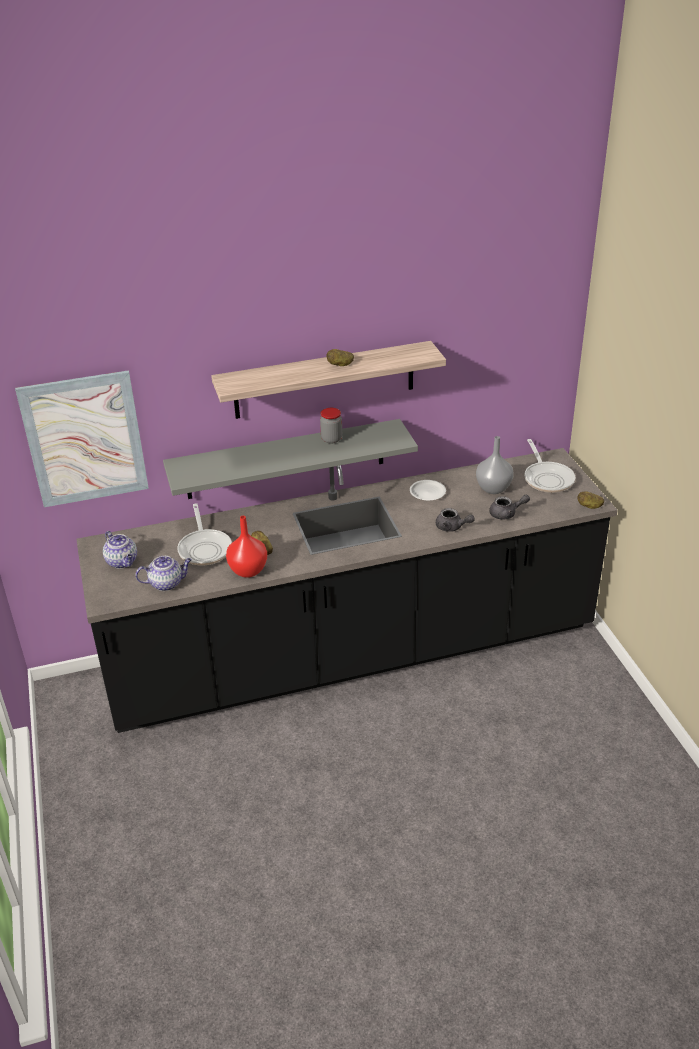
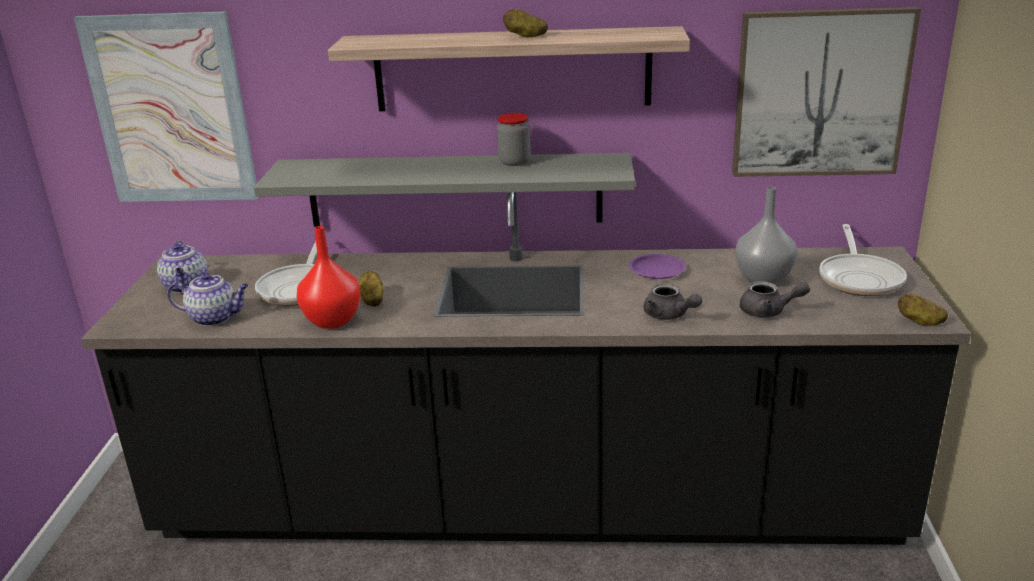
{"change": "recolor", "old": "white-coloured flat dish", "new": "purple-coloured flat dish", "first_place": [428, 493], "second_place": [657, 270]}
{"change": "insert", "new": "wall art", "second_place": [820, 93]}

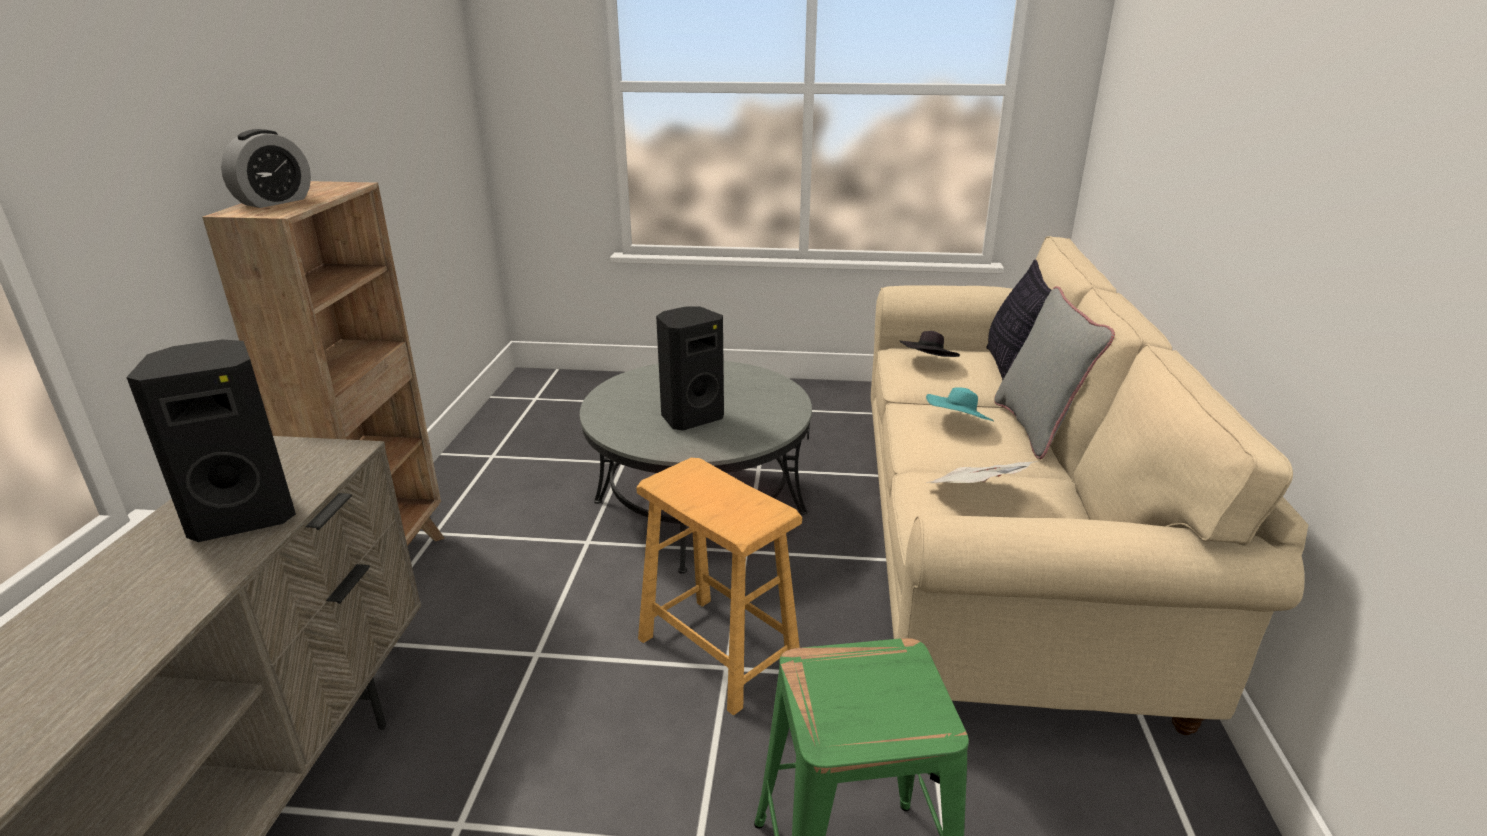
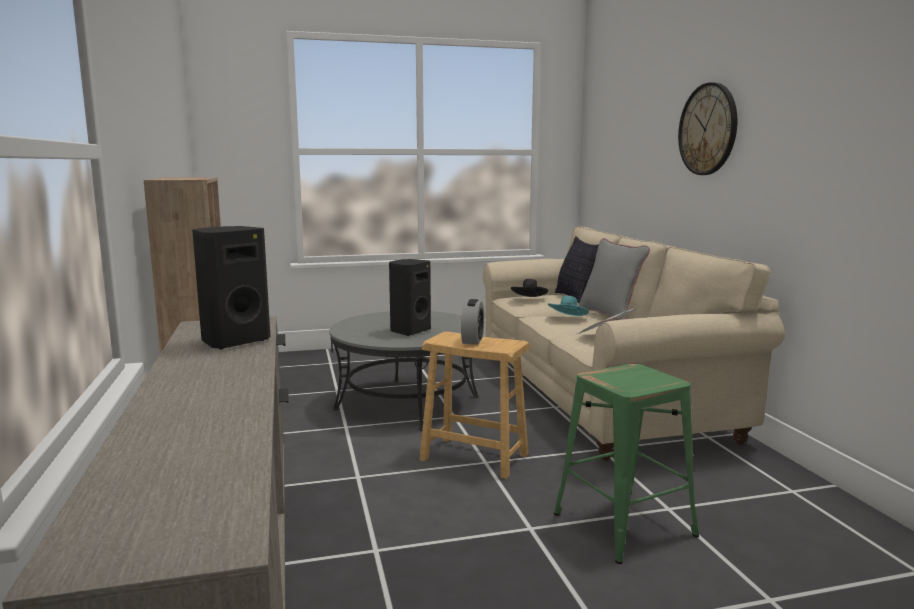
{"change": "move", "old": "bedside clock", "first_place": [274, 202], "second_place": [472, 340]}
{"change": "insert", "new": "clock on the wall", "second_place": [708, 129]}

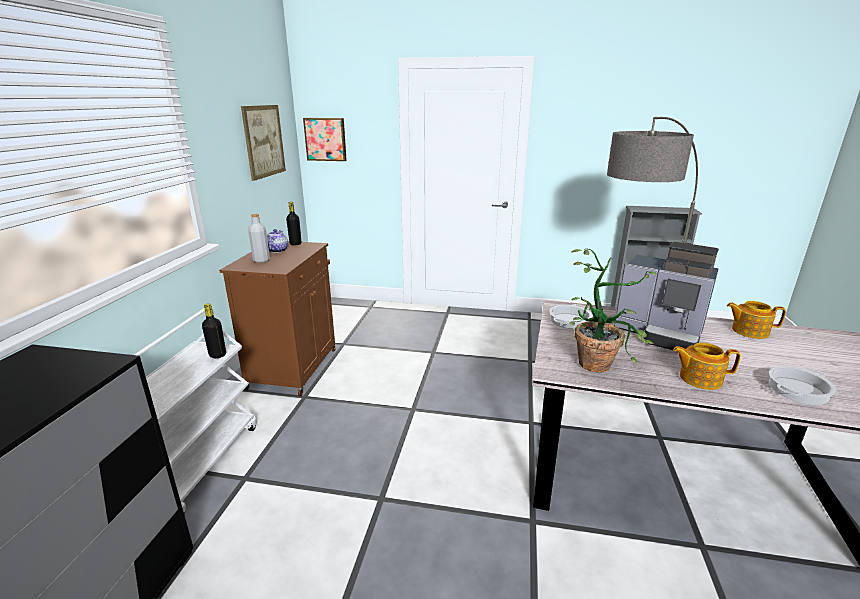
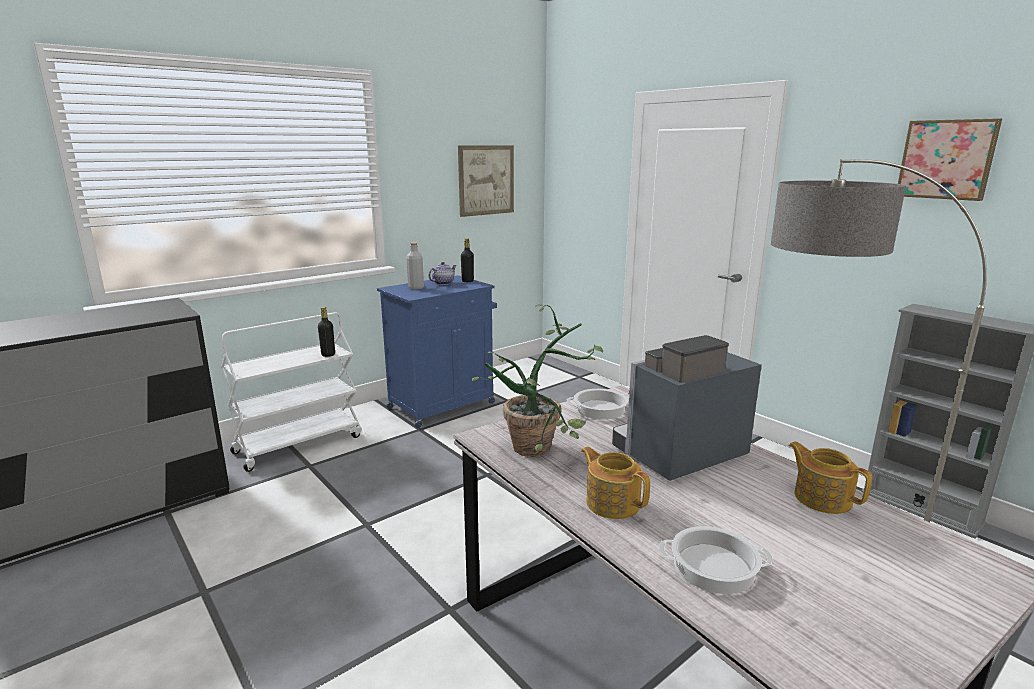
{"change": "recolor", "old": "brown-coloured cupboard", "new": "blue-coloured cupboard", "first_place": [294, 367], "second_place": [443, 405]}
{"change": "move", "old": "wall art", "first_place": [326, 139], "second_place": [947, 159]}
{"change": "rotate", "old": "coffee brewer", "first_place": [660, 334], "second_place": [678, 454], "degrees": 75}

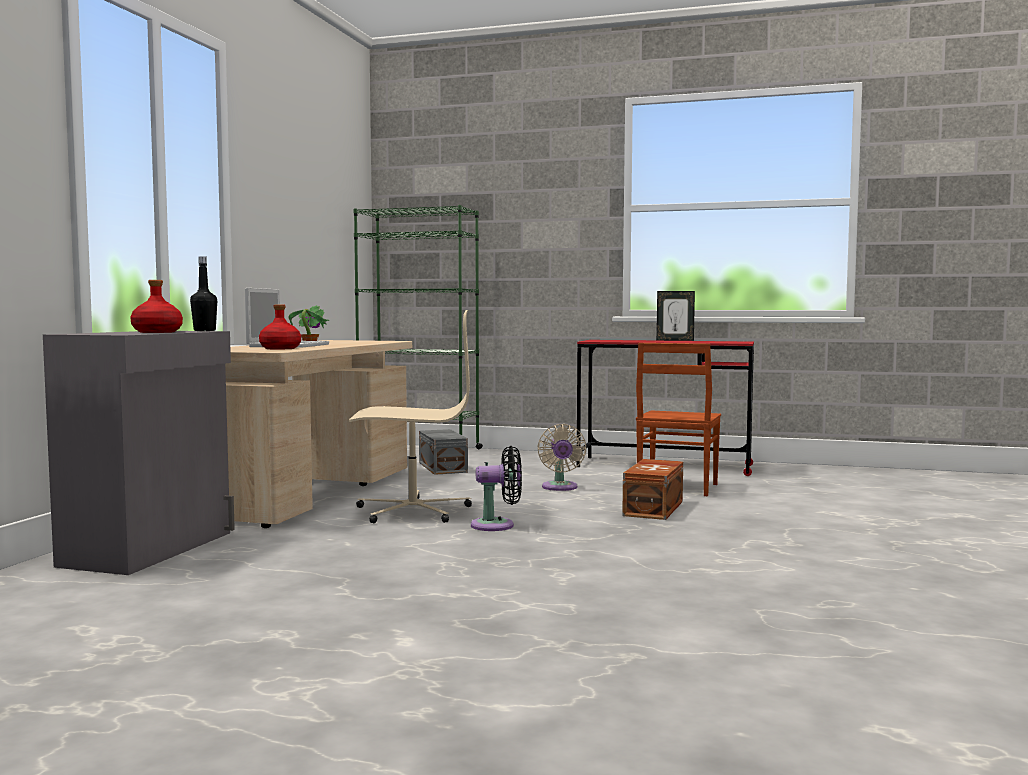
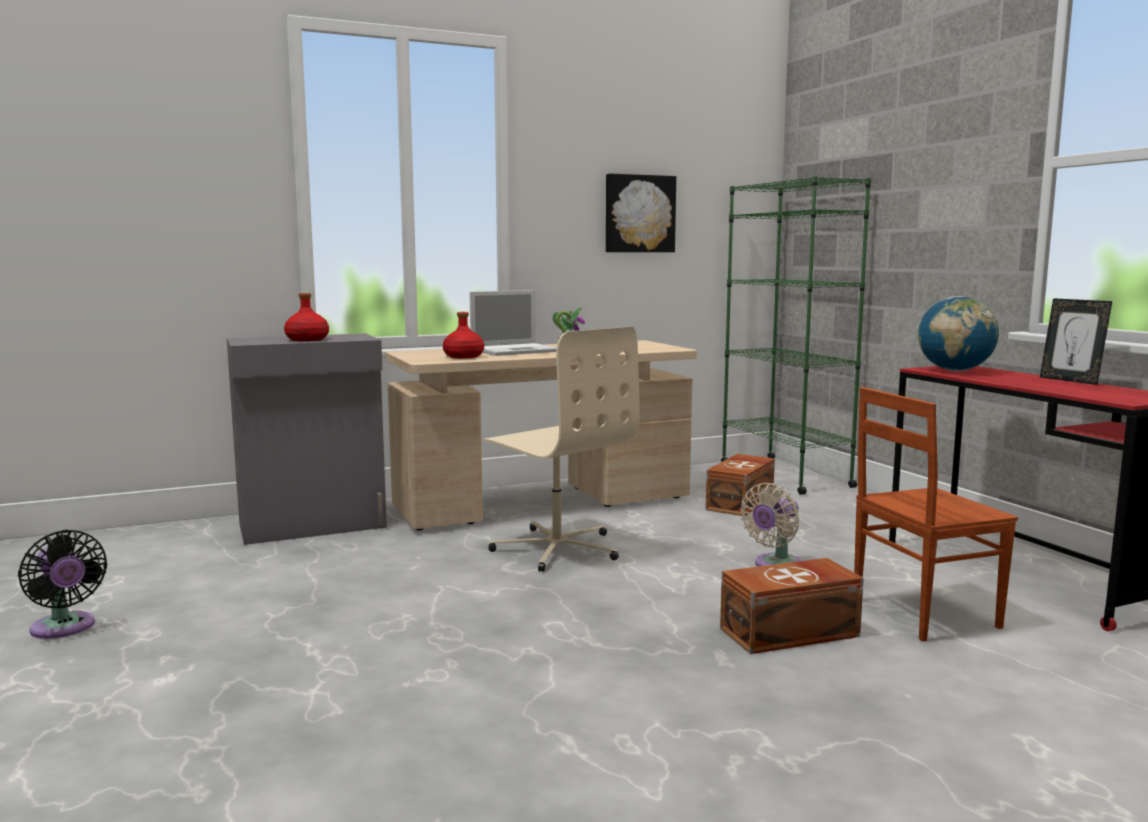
{"change": "delete", "old": "black bottle", "first_place": [204, 330]}
{"change": "recolor", "old": "grey storage bin", "new": "brown-coloured storage bin", "first_place": [443, 467], "second_place": [741, 503]}
{"change": "move", "old": "black electric fan", "first_place": [497, 525], "second_place": [64, 628]}
{"change": "insert", "new": "wall art", "second_place": [639, 214]}
{"change": "insert", "new": "globe", "second_place": [955, 371]}

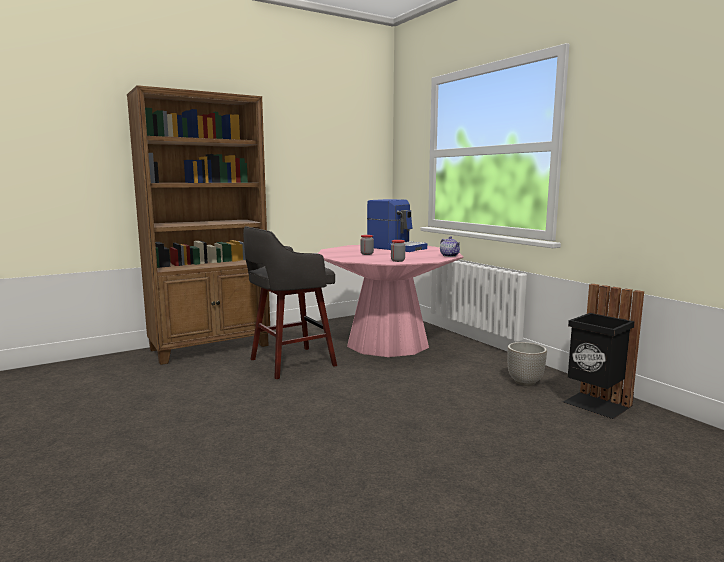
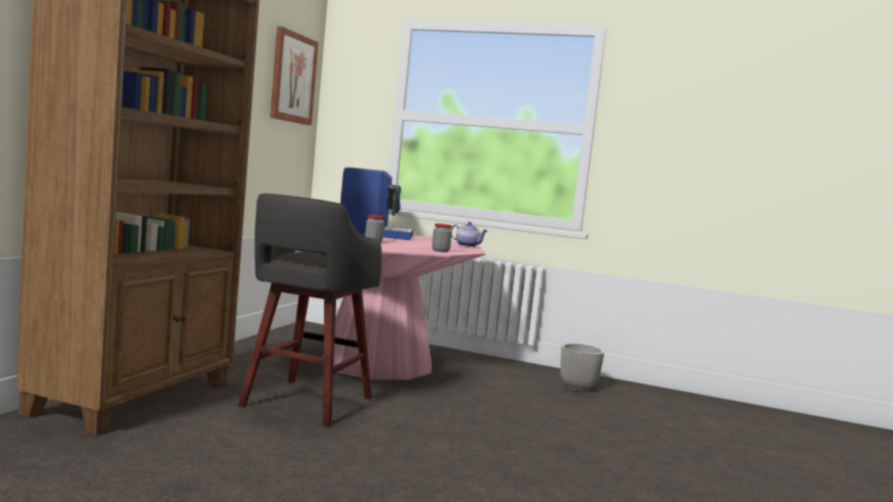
{"change": "delete", "old": "black waste bin", "first_place": [596, 405]}
{"change": "insert", "new": "wall art", "second_place": [292, 78]}

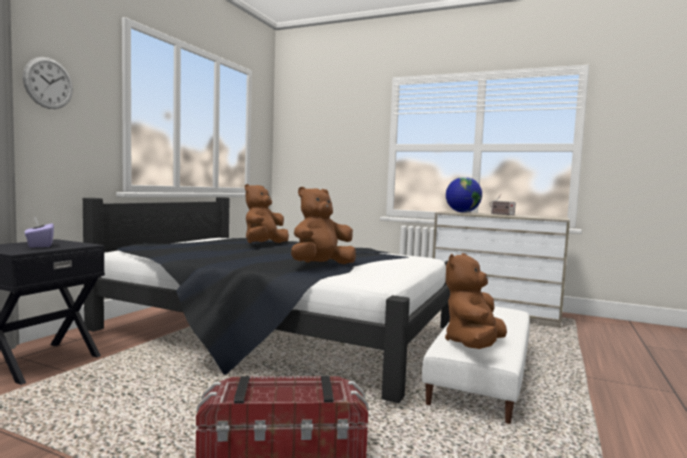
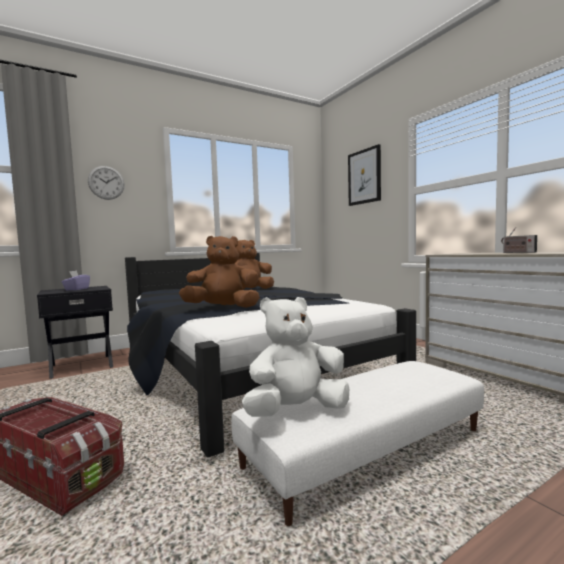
{"change": "recolor", "old": "brown-coloured soft toy", "new": "white-coloured soft toy", "first_place": [473, 345], "second_place": [297, 411]}
{"change": "delete", "old": "globe", "first_place": [462, 212]}
{"change": "insert", "new": "wall art", "second_place": [364, 177]}

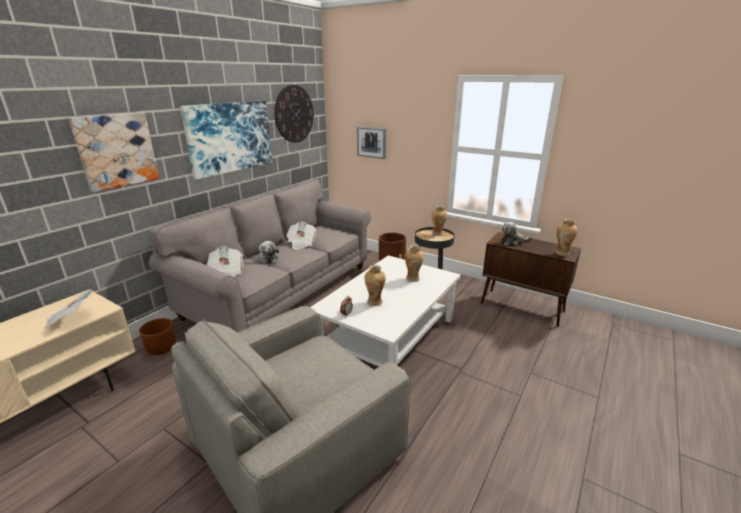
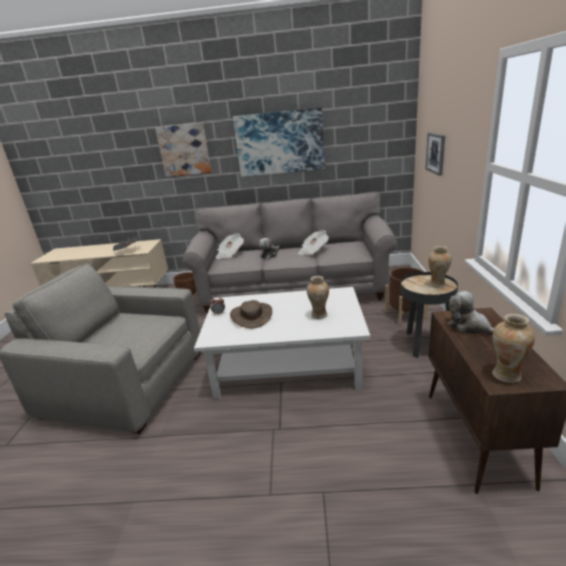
{"change": "delete", "old": "clock on the wall", "first_place": [294, 114]}
{"change": "replace", "old": "vase", "new": "brown-coloured clothing hat", "first_place": [374, 302], "second_place": [251, 316]}

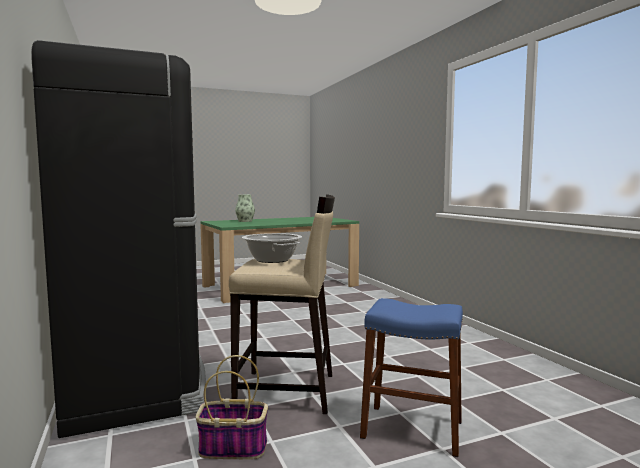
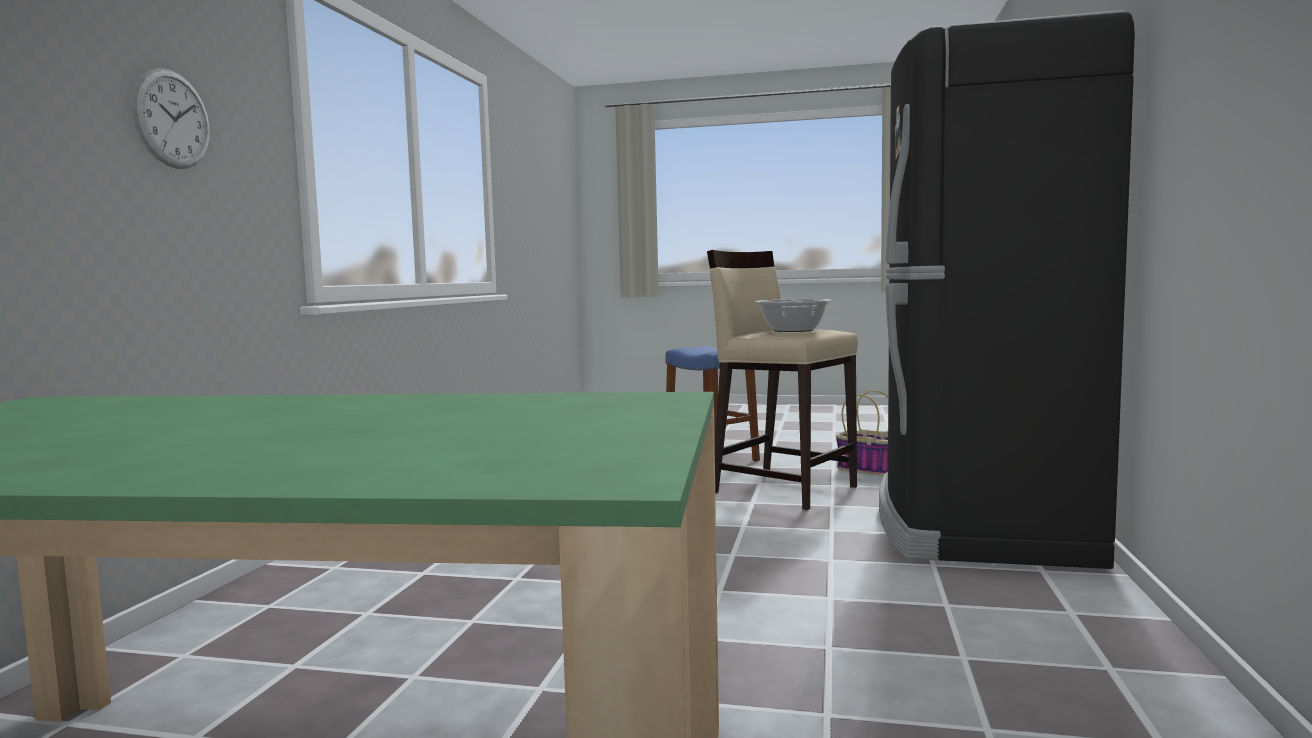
{"change": "delete", "old": "vase", "first_place": [245, 221]}
{"change": "insert", "new": "clock on the wall", "second_place": [172, 119]}

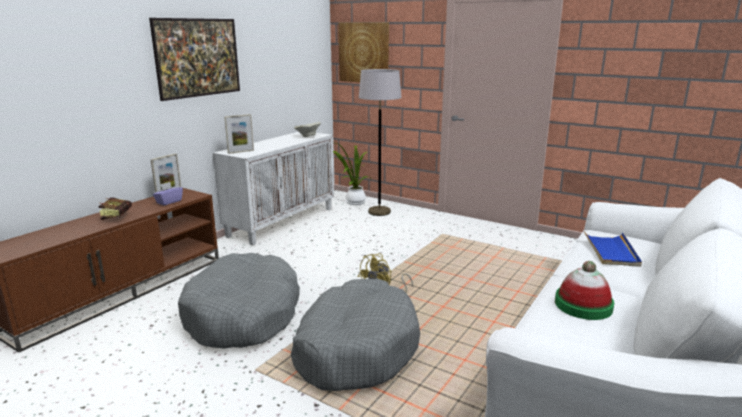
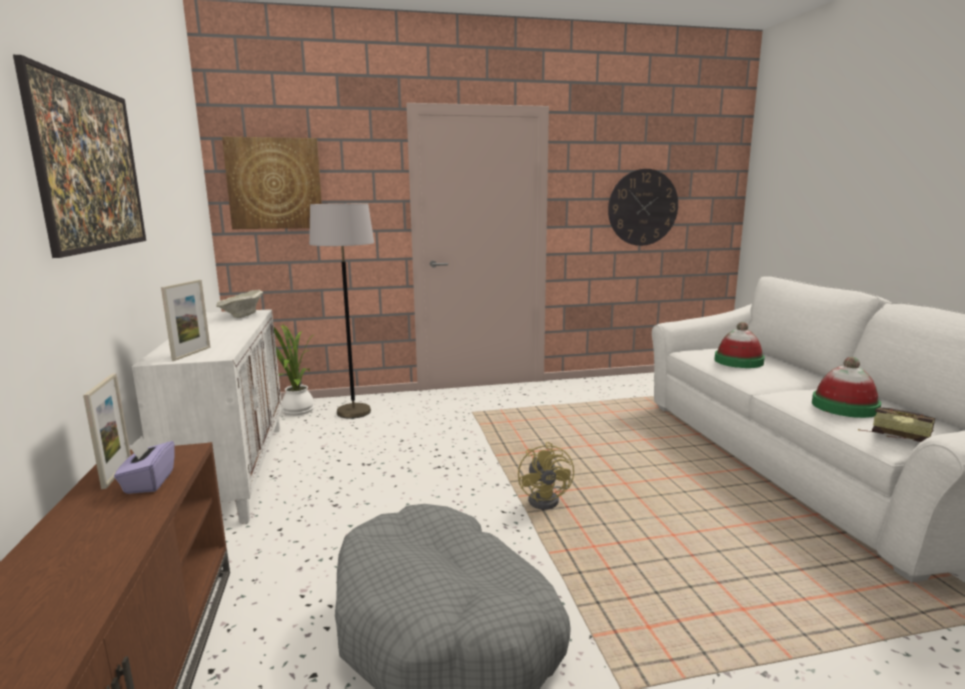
{"change": "move", "old": "book", "first_place": [118, 216], "second_place": [893, 435]}
{"change": "delete", "old": "grey pet bed", "first_place": [355, 348]}
{"change": "replace", "old": "blue-coloured serving tray", "new": "clothing hat", "first_place": [611, 251], "second_place": [738, 361]}
{"change": "insert", "new": "clock on the wall", "second_place": [642, 207]}

